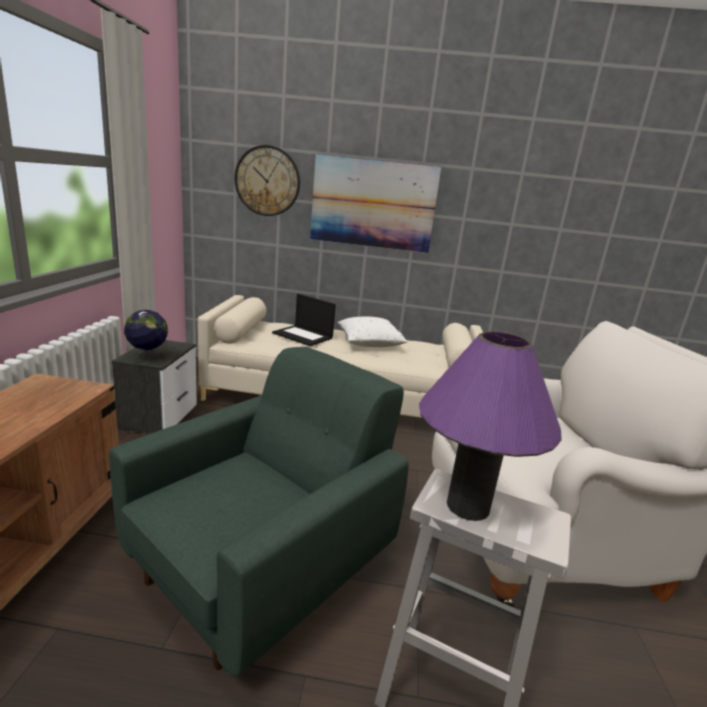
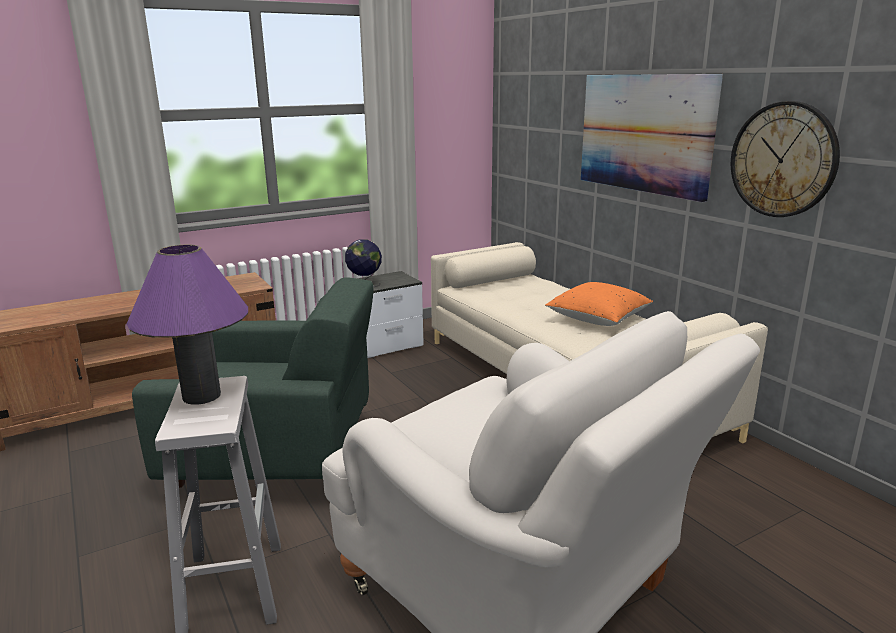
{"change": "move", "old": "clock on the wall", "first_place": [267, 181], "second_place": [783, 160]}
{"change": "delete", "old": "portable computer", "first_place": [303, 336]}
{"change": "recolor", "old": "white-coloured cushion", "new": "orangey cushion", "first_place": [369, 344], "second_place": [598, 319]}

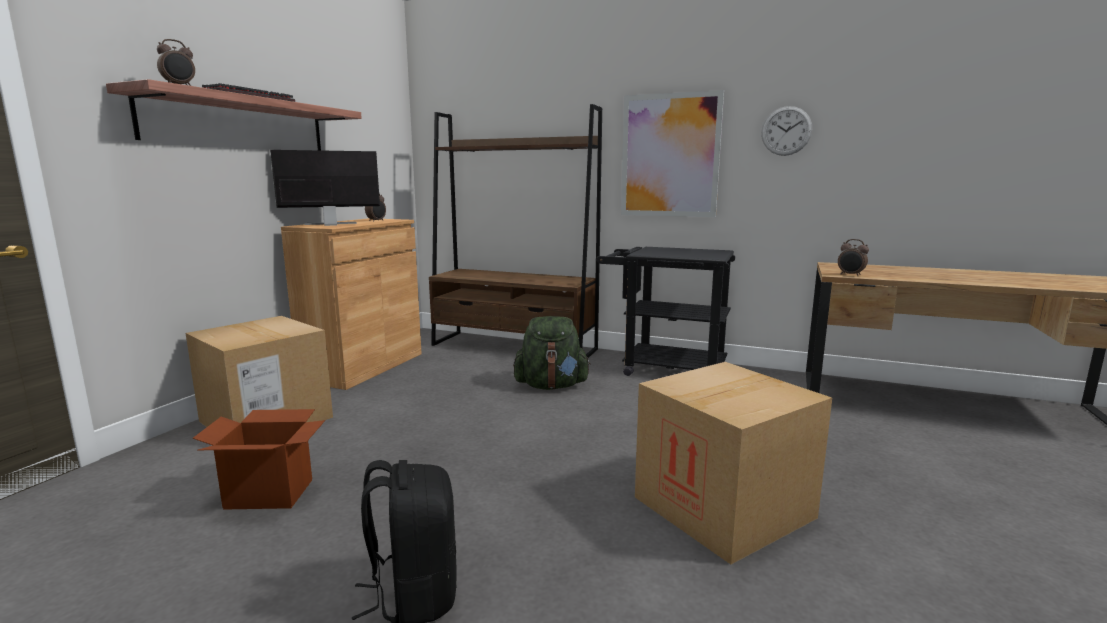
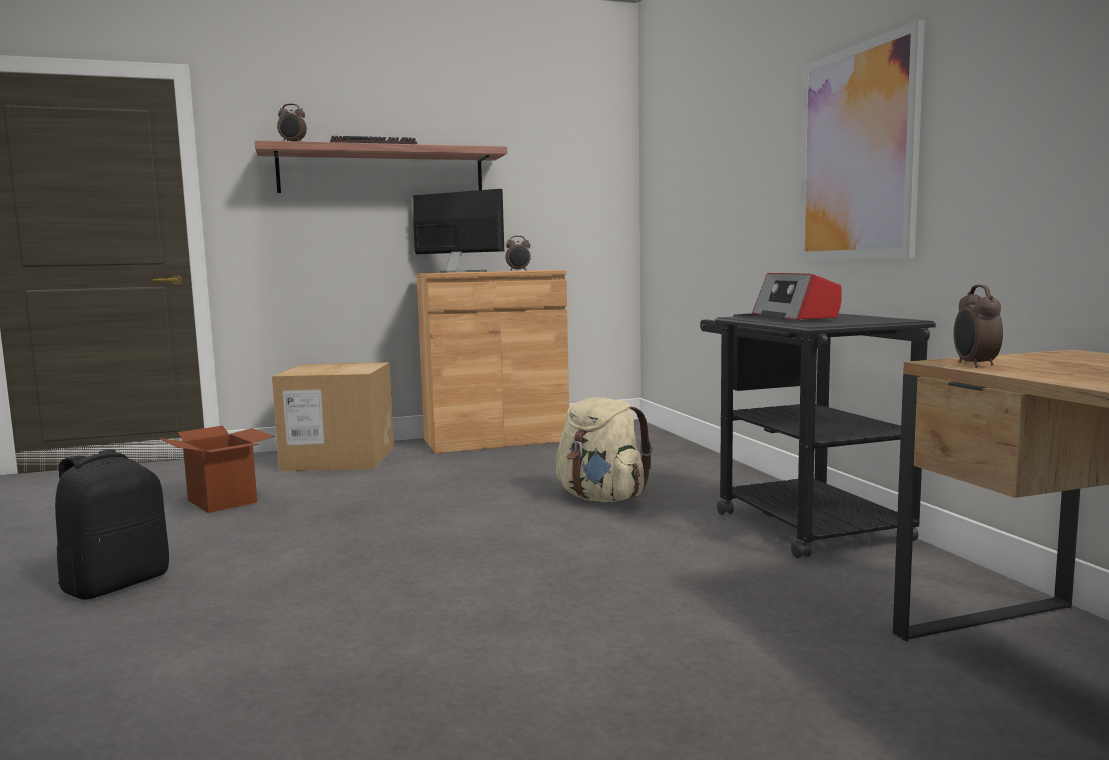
{"change": "delete", "old": "brown-coloured shelving unit", "first_place": [514, 347]}
{"change": "recolor", "old": "green rucksack", "new": "beige rucksack", "first_place": [551, 386], "second_place": [602, 498]}
{"change": "delete", "old": "carton", "first_place": [723, 507]}
{"change": "delete", "old": "clock on the wall", "first_place": [786, 131]}
{"change": "insert", "new": "radio set", "second_place": [795, 316]}

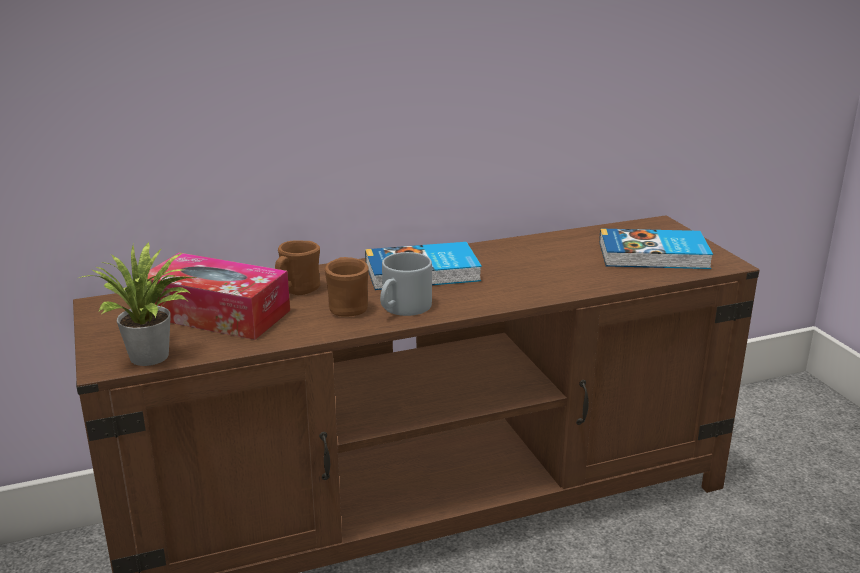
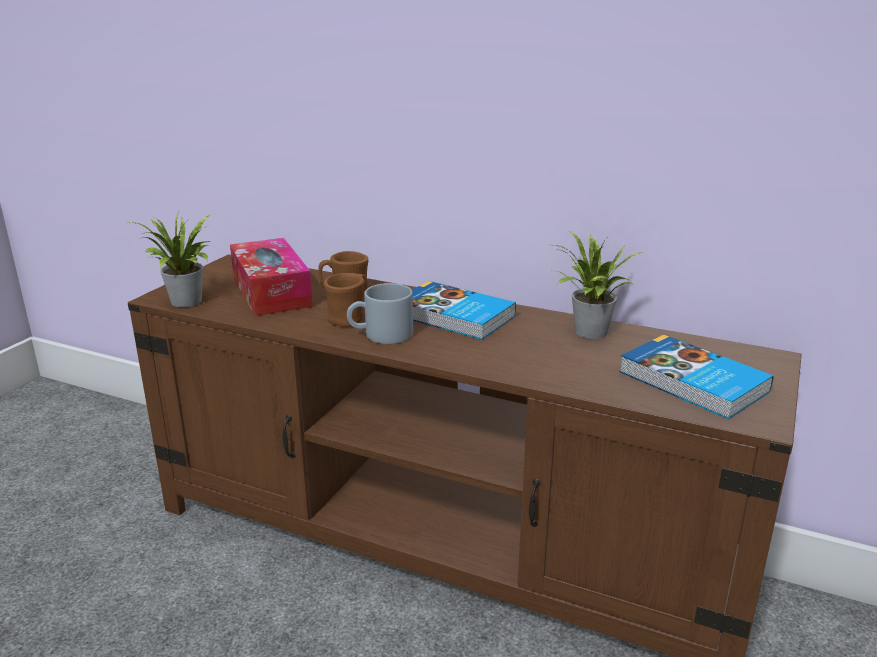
{"change": "insert", "new": "houseplant", "second_place": [587, 332]}

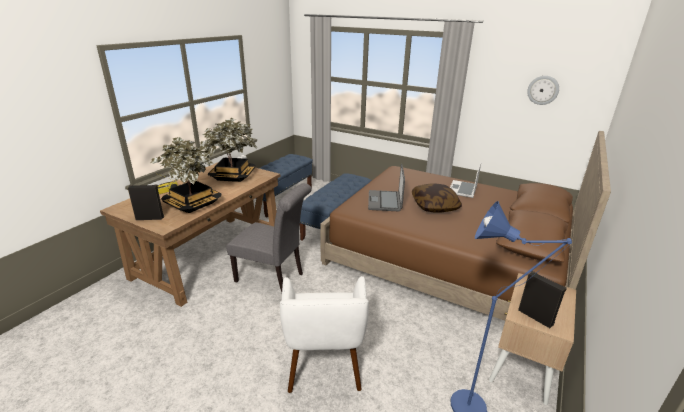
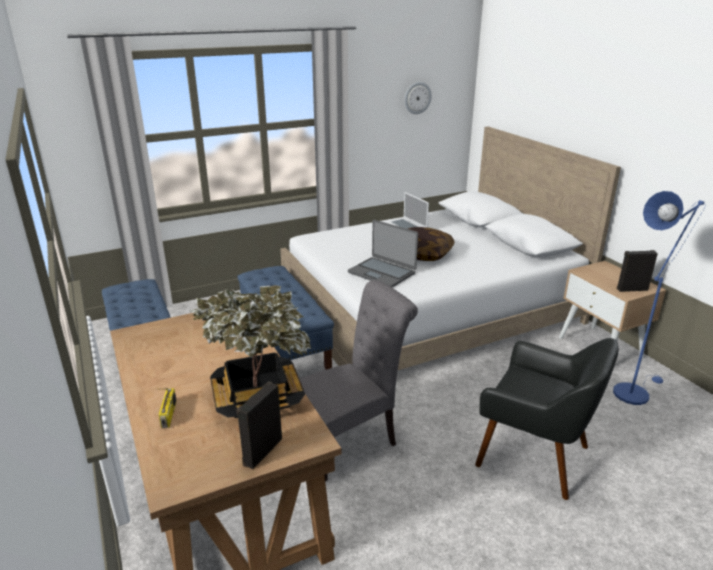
{"change": "delete", "old": "houseplant", "first_place": [232, 176]}
{"change": "recolor", "old": "white-coloured easy chair", "new": "black easy chair", "first_place": [324, 362], "second_place": [534, 456]}
{"change": "recolor", "old": "brown-coloured sleeping bed", "new": "white-coloured sleeping bed", "first_place": [447, 258], "second_place": [430, 310]}

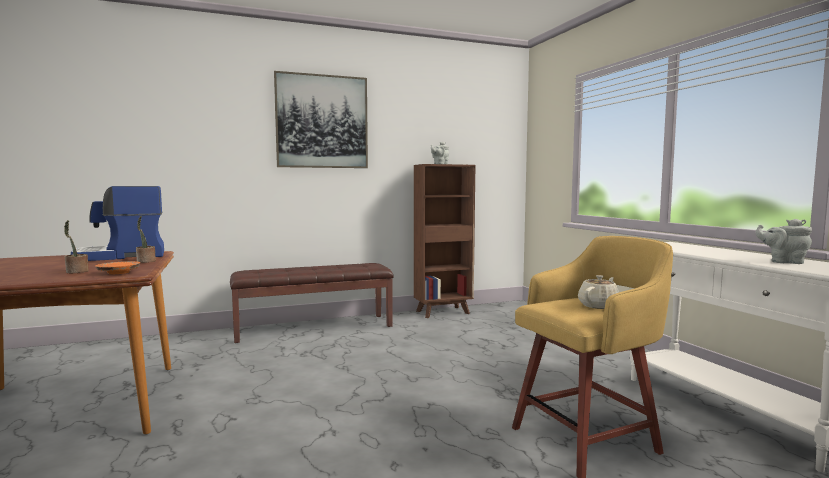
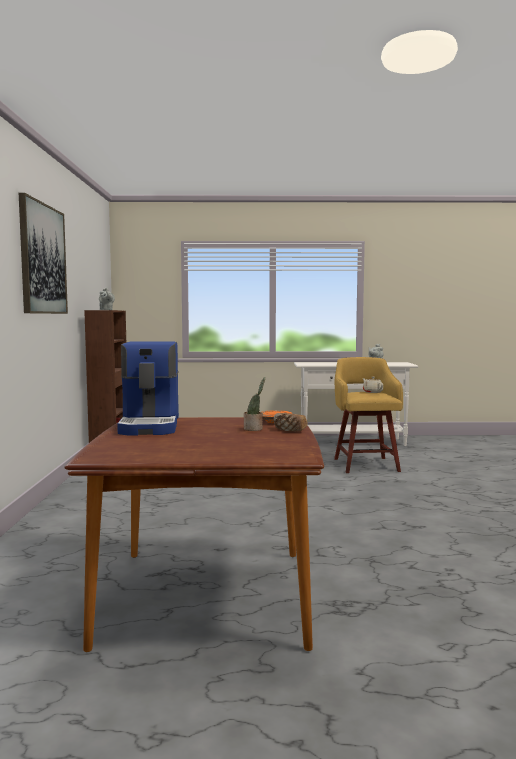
{"change": "delete", "old": "houseplant", "first_place": [145, 261]}
{"change": "delete", "old": "brown-coloured bench", "first_place": [314, 327]}
{"change": "insert", "new": "bakery bread", "second_place": [289, 430]}

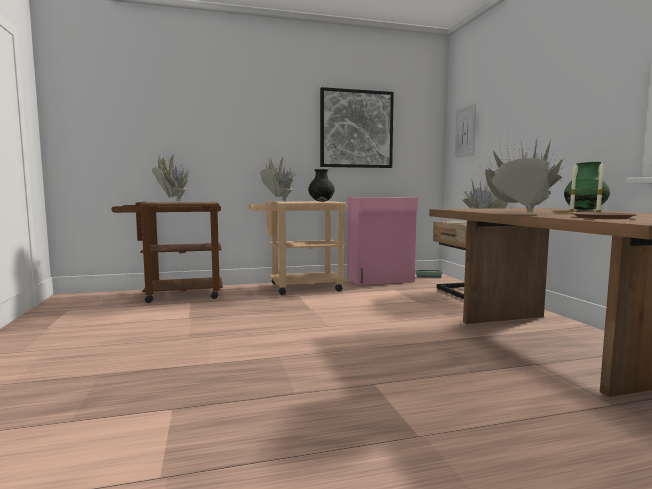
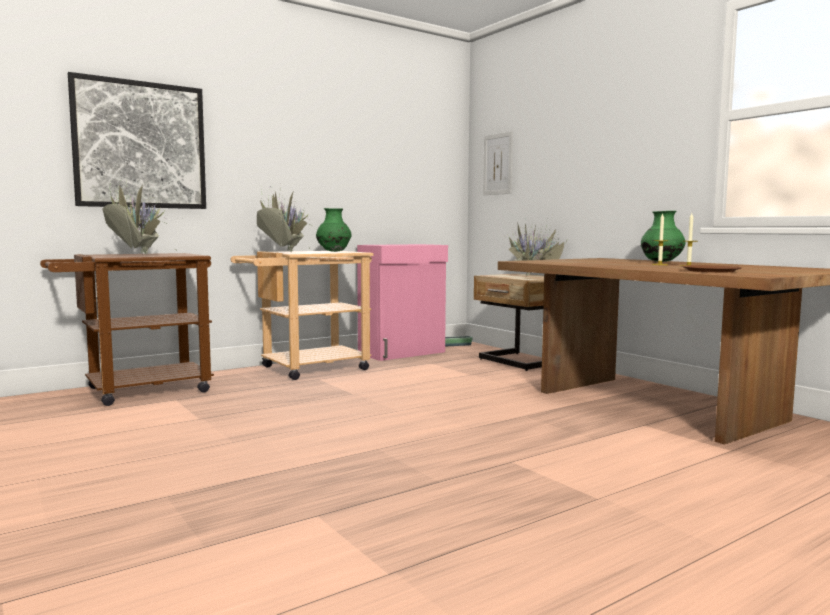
{"change": "recolor", "old": "black vase", "new": "green vase", "first_place": [321, 201], "second_place": [334, 251]}
{"change": "move", "old": "wall art", "first_place": [356, 129], "second_place": [140, 145]}
{"change": "delete", "old": "houseplant", "first_place": [521, 213]}

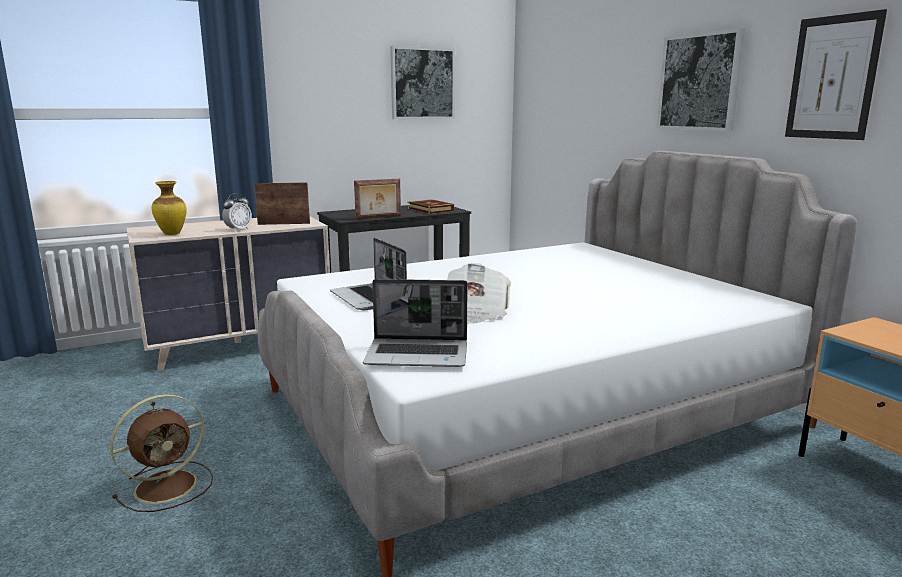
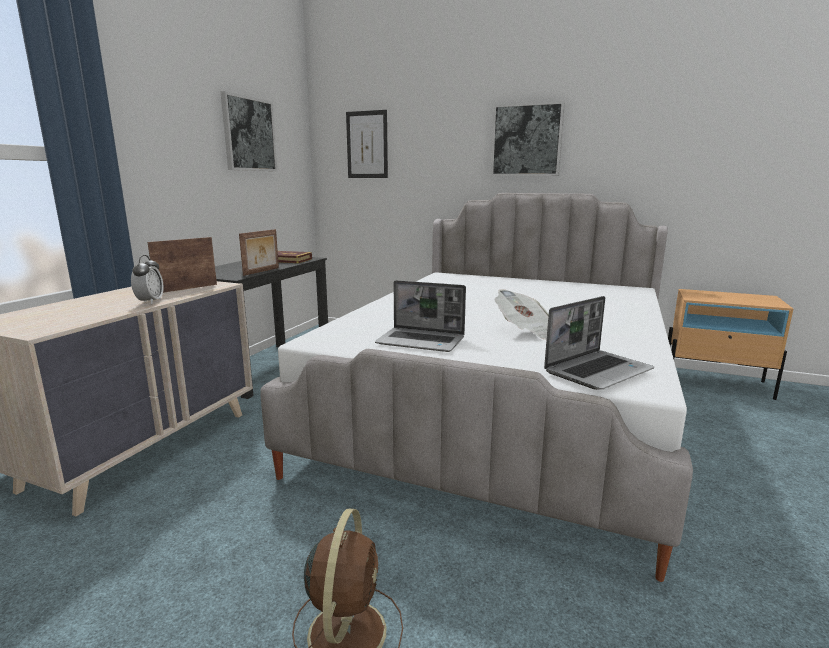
{"change": "delete", "old": "vase", "first_place": [172, 234]}
{"change": "move", "old": "wall art", "first_place": [832, 78], "second_place": [367, 145]}

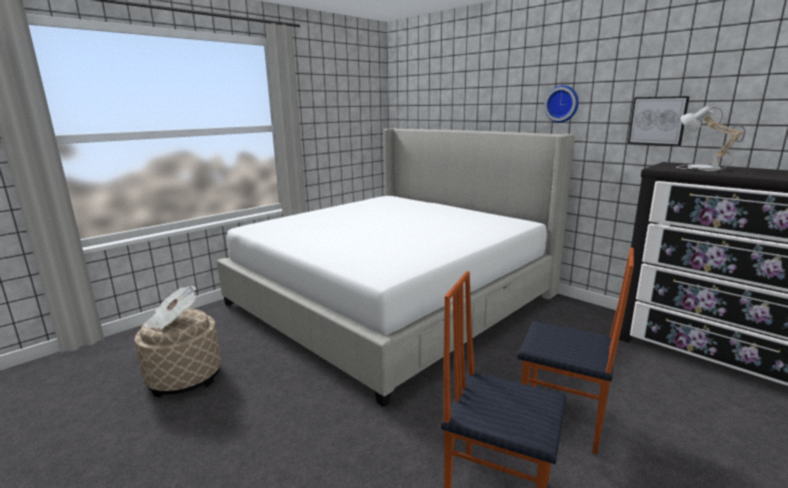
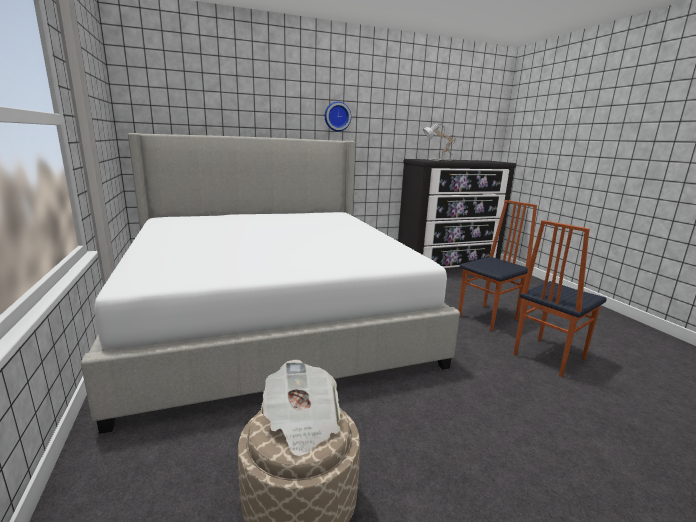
{"change": "delete", "old": "wall art", "first_place": [657, 121]}

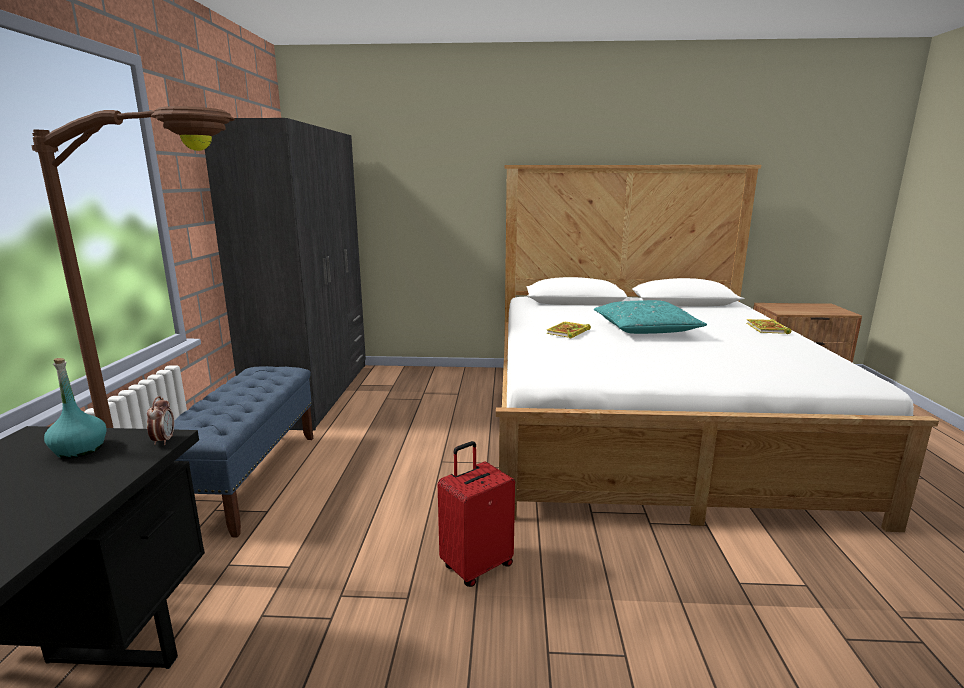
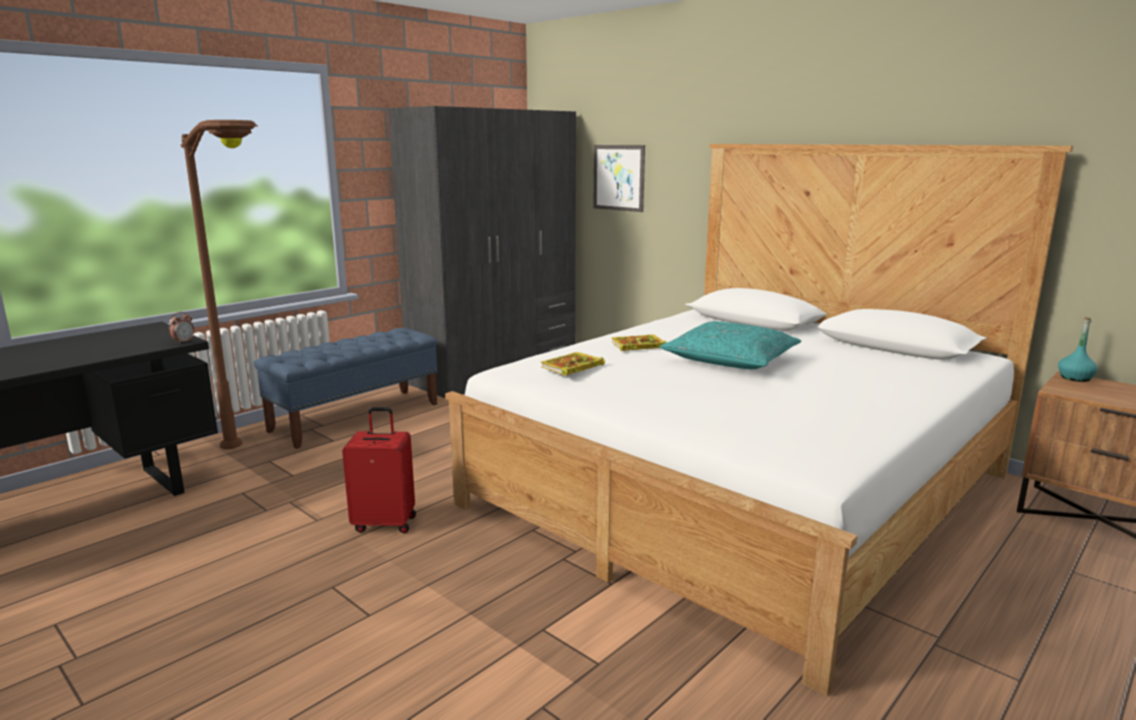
{"change": "move", "old": "turquoise bottle", "first_place": [80, 449], "second_place": [1075, 378]}
{"change": "move", "old": "book", "first_place": [768, 329], "second_place": [571, 367]}
{"change": "insert", "new": "wall art", "second_place": [618, 177]}

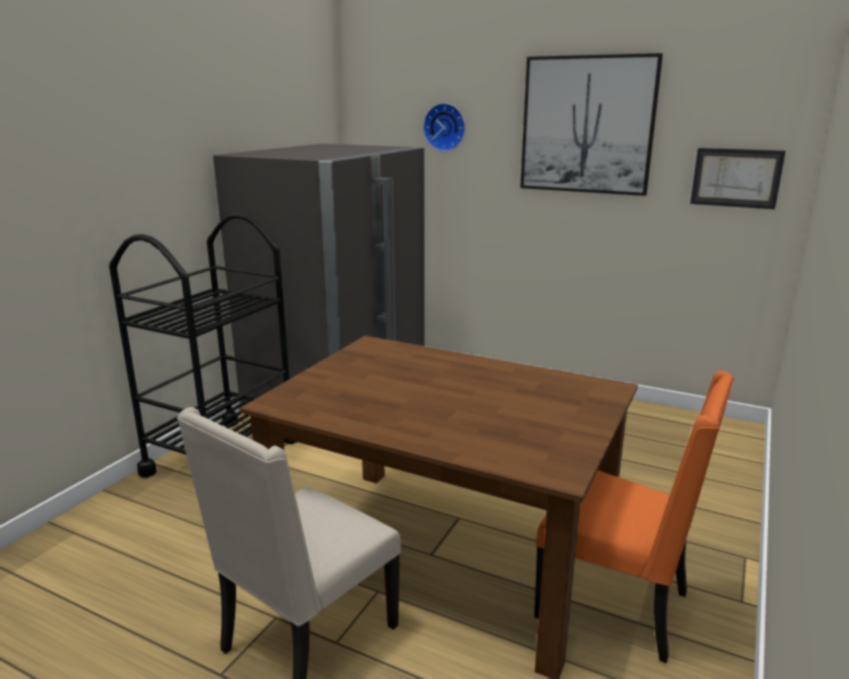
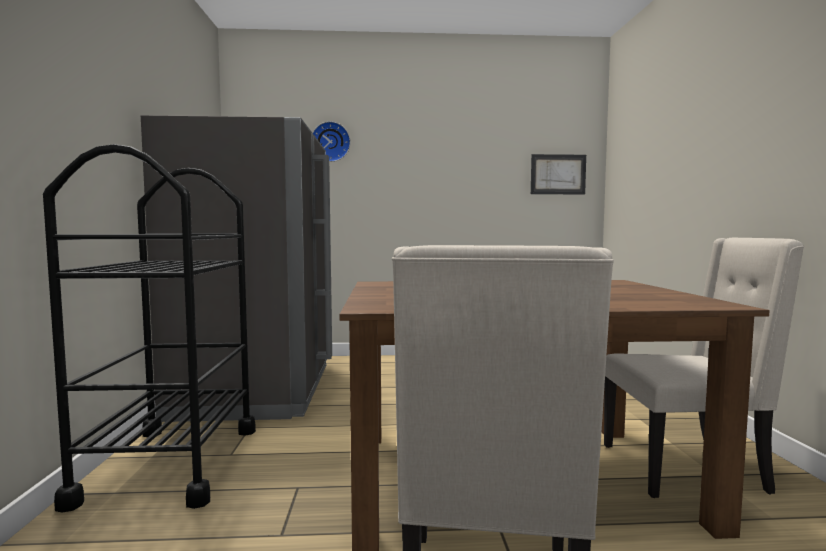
{"change": "delete", "old": "wall art", "first_place": [587, 125]}
{"change": "recolor", "old": "orangey upright chair", "new": "beige upright chair", "first_place": [617, 605], "second_place": [685, 469]}

